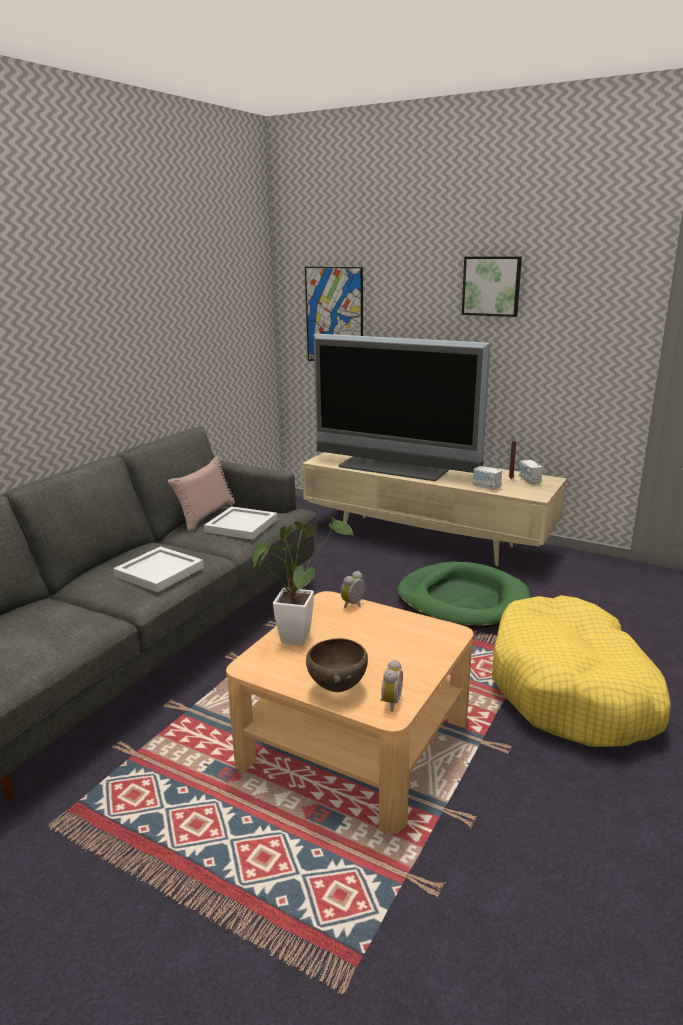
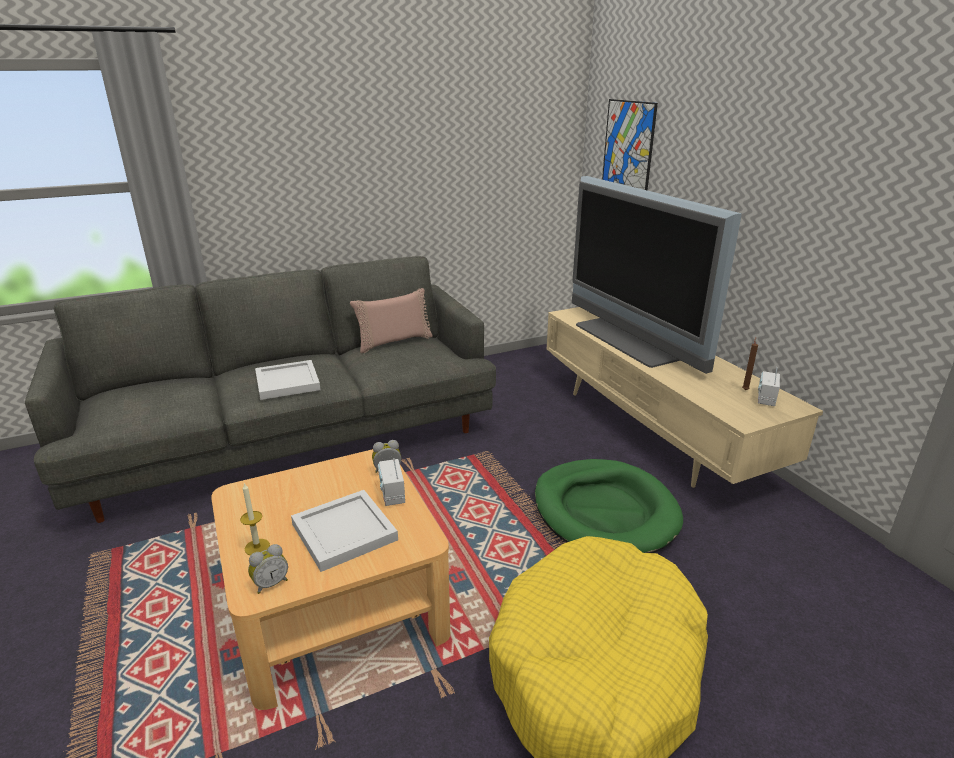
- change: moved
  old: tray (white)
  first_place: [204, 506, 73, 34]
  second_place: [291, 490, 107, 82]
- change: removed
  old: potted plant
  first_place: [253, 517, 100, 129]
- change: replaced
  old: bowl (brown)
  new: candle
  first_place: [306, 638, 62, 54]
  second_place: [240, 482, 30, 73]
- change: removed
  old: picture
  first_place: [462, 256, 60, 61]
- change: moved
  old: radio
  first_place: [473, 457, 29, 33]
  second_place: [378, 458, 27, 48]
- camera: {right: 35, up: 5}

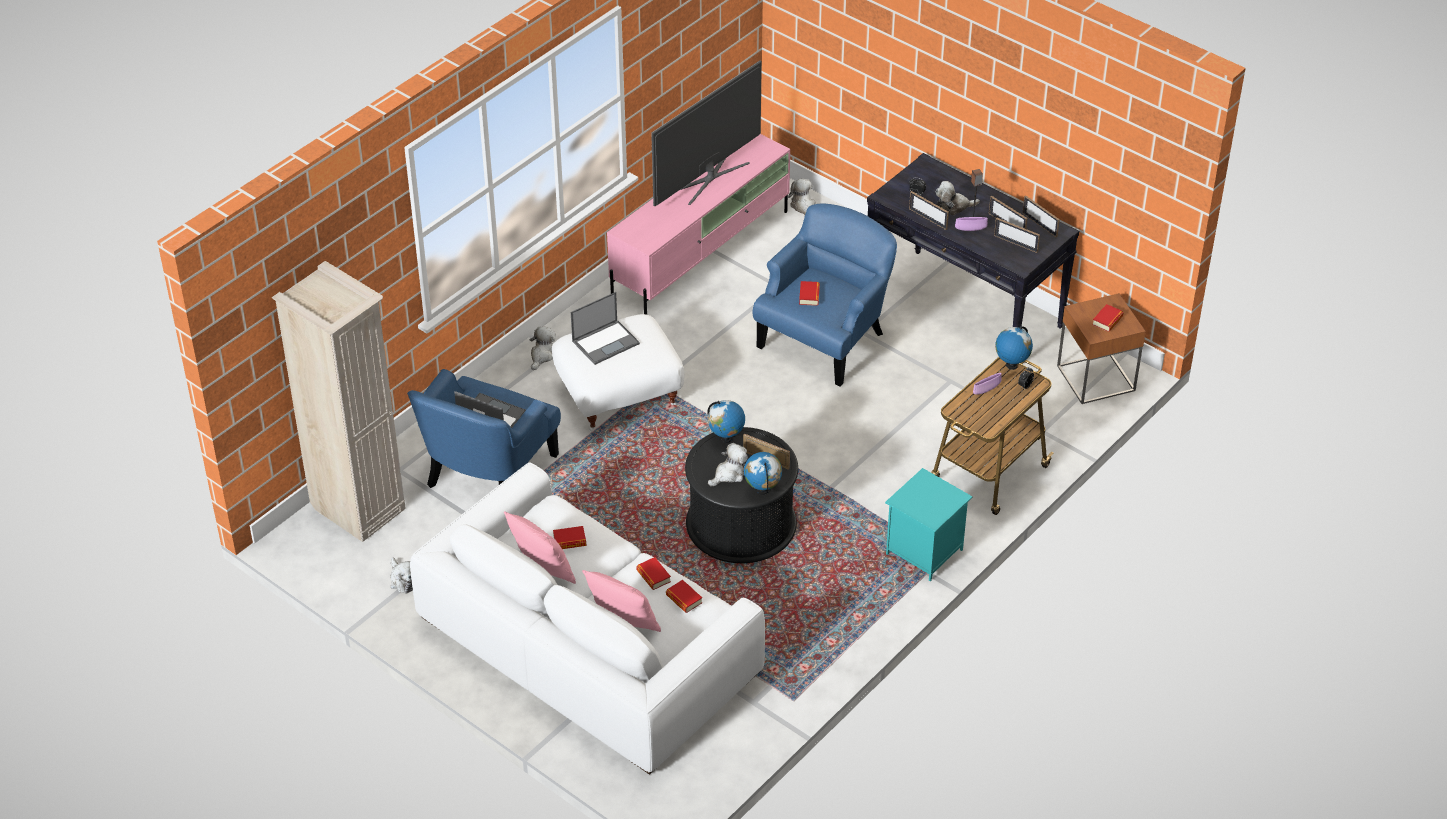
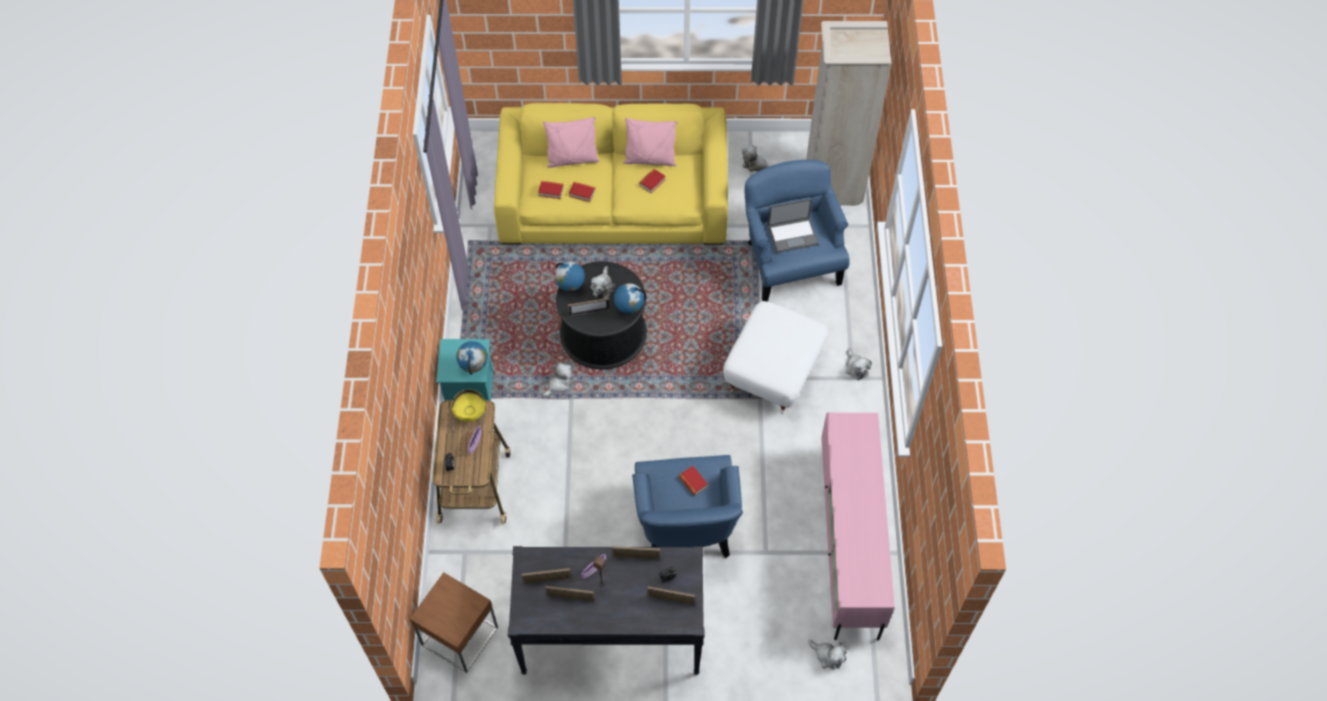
- change: recoloured
  old: sofa (white)
  new: sofa (yellow)
  first_place: [410, 462, 355, 313]
  second_place: [494, 103, 234, 142]
- change: removed
  old: laptop
  first_place: [571, 292, 69, 73]
- change: removed
  old: television
  first_place: [651, 60, 111, 146]
- change: moved
  old: plush toy
  first_place: [935, 181, 45, 34]
  second_place: [542, 362, 30, 35]
- change: moved
  old: globe
  first_place: [995, 326, 38, 44]
  second_place: [456, 341, 32, 34]
- change: moved
  old: picture frame
  first_place: [1022, 195, 38, 42]
  second_place: [647, 586, 49, 19]
- change: removed
  old: book
  first_place: [1092, 304, 32, 28]
- change: added
  new: bowl (yellow)
  second_place: [452, 389, 34, 33]
- camera: {right: 140, up: 15}

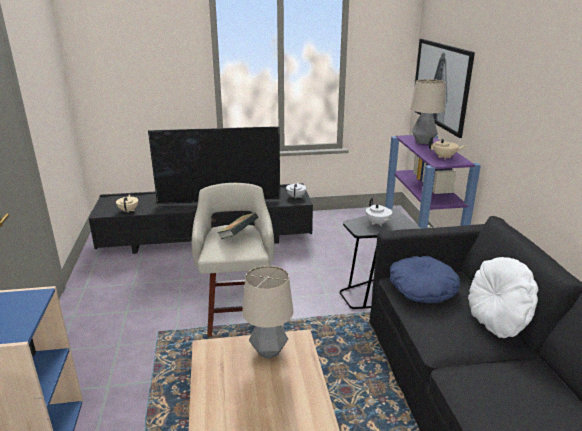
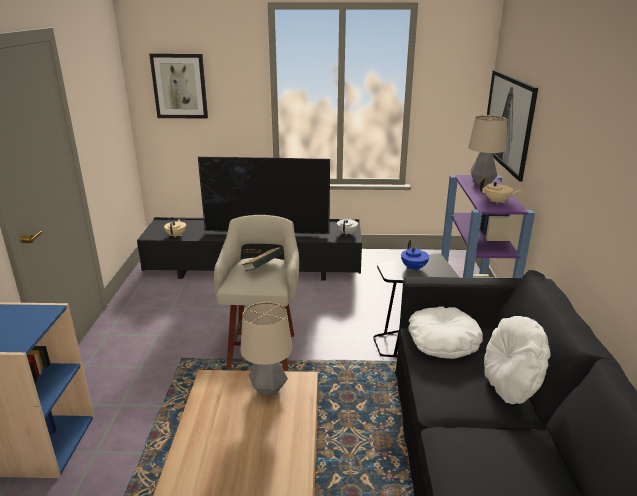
- change: recoloured
  old: teapot (white)
  new: teapot (blue)
  first_place: [366, 198, 26, 28]
  second_place: [401, 240, 28, 32]
- change: recoloured
  old: pillow (blue)
  new: pillow (white)
  first_place: [390, 256, 70, 47]
  second_place: [408, 306, 75, 53]
- change: added
  new: picture
  second_place: [149, 53, 59, 65]
- camera: {right: 10, up: 0}

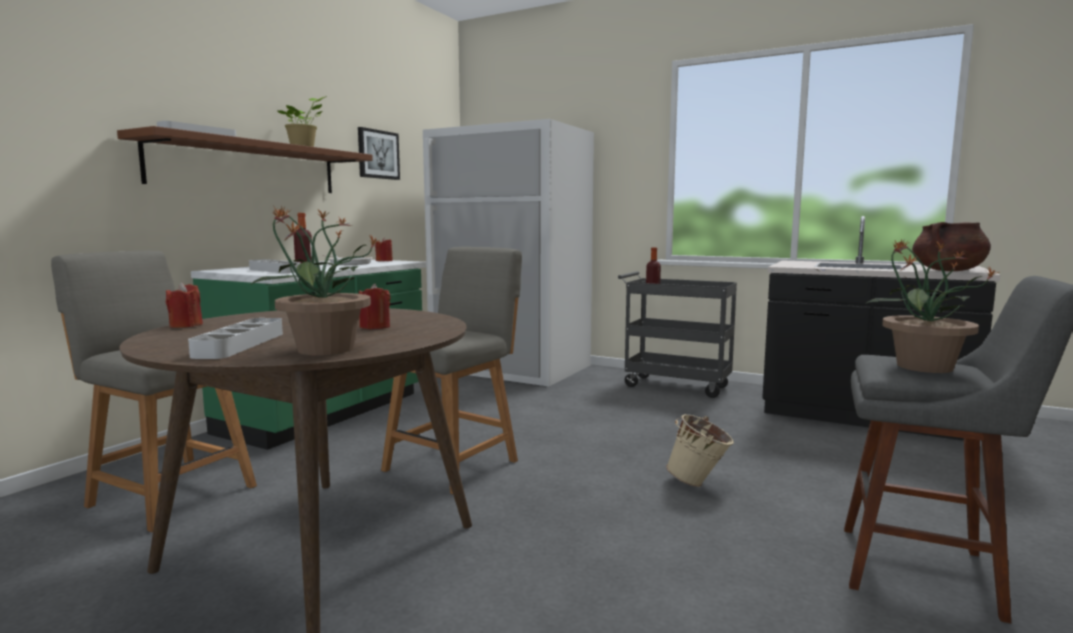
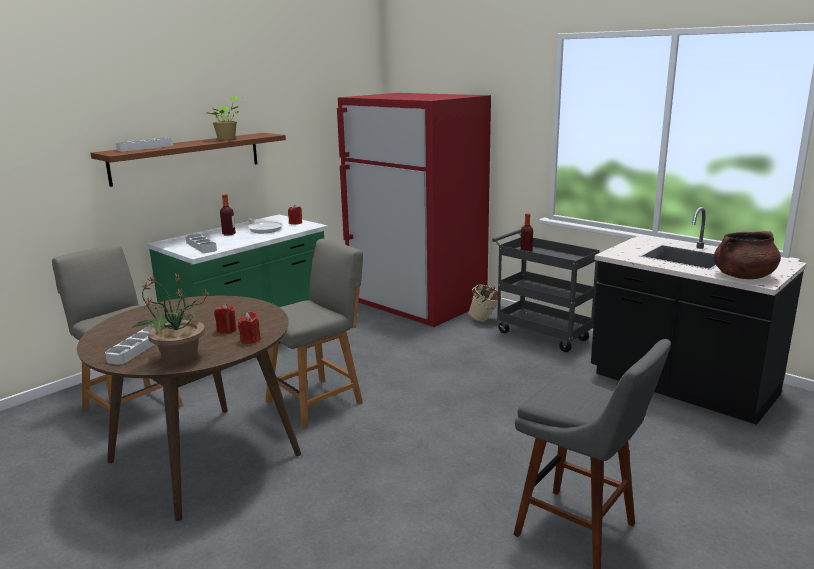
- change: moved
  old: candle (red)
  first_place: [166, 282, 37, 46]
  second_place: [238, 311, 23, 33]
- change: removed
  old: picture
  first_place: [358, 127, 42, 53]
- change: recoloured
  old: fridge (white)
  new: fridge (red)
  first_place: [423, 119, 171, 268]
  second_place: [337, 93, 154, 234]
- change: moved
  old: bucket (beige)
  first_place: [666, 414, 68, 73]
  second_place: [468, 285, 34, 37]
- change: removed
  old: potted plant
  first_place: [865, 240, 134, 133]
- camera: {right: 15, up: 10}

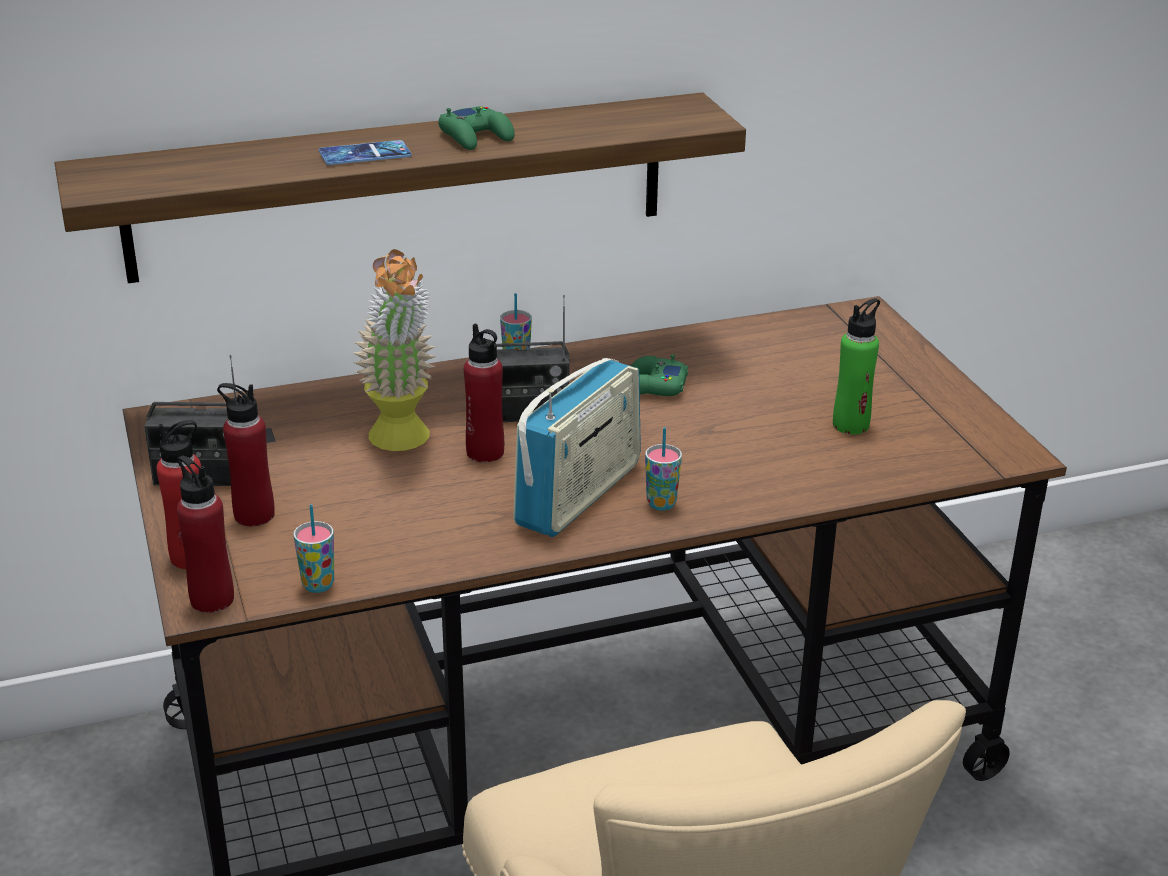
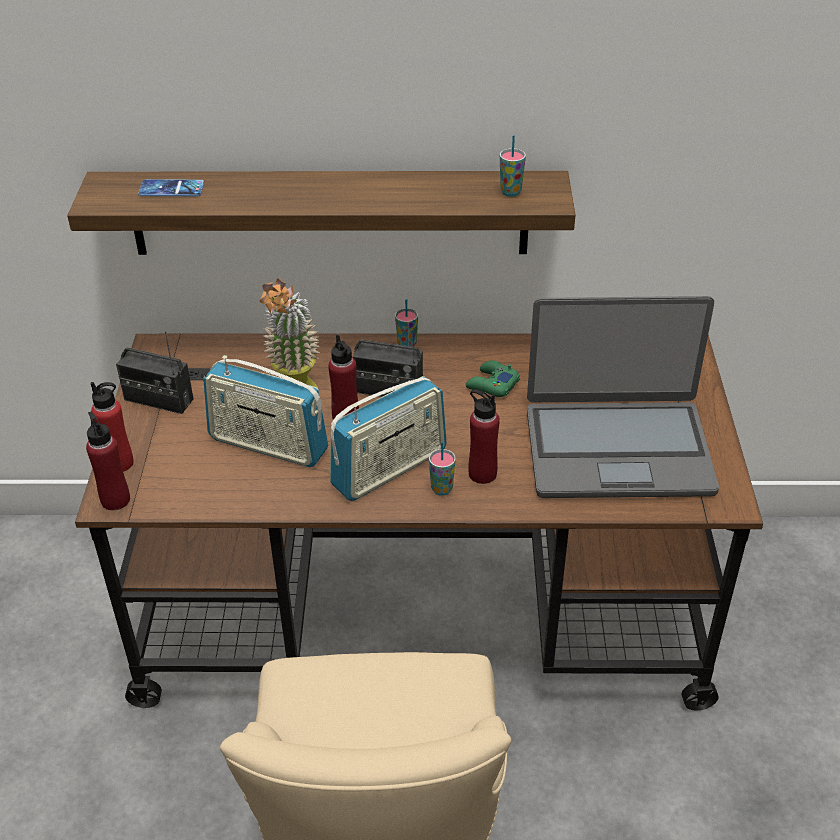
- change: moved
  old: bottle (red)
  first_place: [217, 383, 58, 143]
  second_place: [468, 389, 32, 95]
- change: moved
  old: cup
  first_place: [293, 505, 41, 88]
  second_place: [500, 135, 26, 62]
- change: moved
  old: phone
  first_place: [319, 140, 93, 25]
  second_place: [138, 179, 66, 17]
- change: removed
  old: game controller (green)
  first_place: [439, 107, 76, 43]
- change: replaced
  old: bottle (green)
  new: laptop
  first_place: [833, 298, 47, 136]
  second_place: [527, 296, 192, 202]
- change: added
  new: radio
  second_place: [203, 355, 126, 112]
- camera: {right: 20, up: 10}

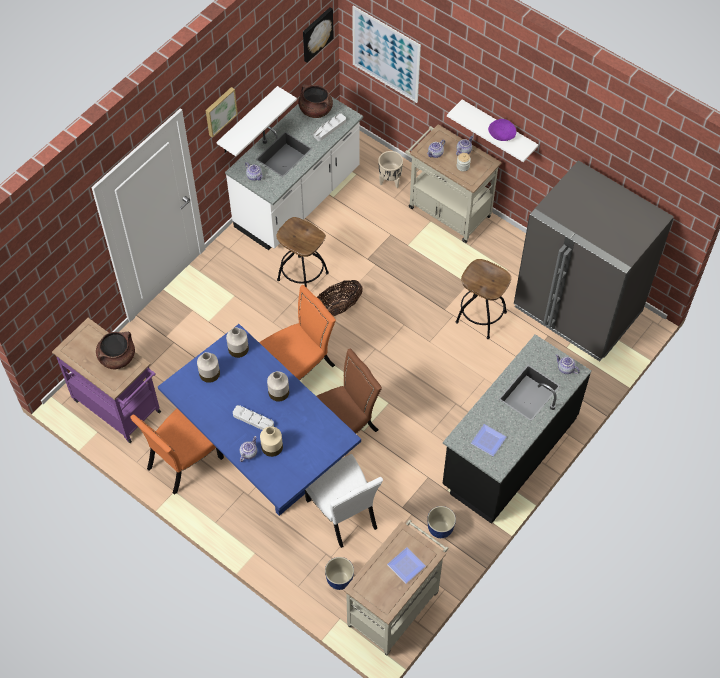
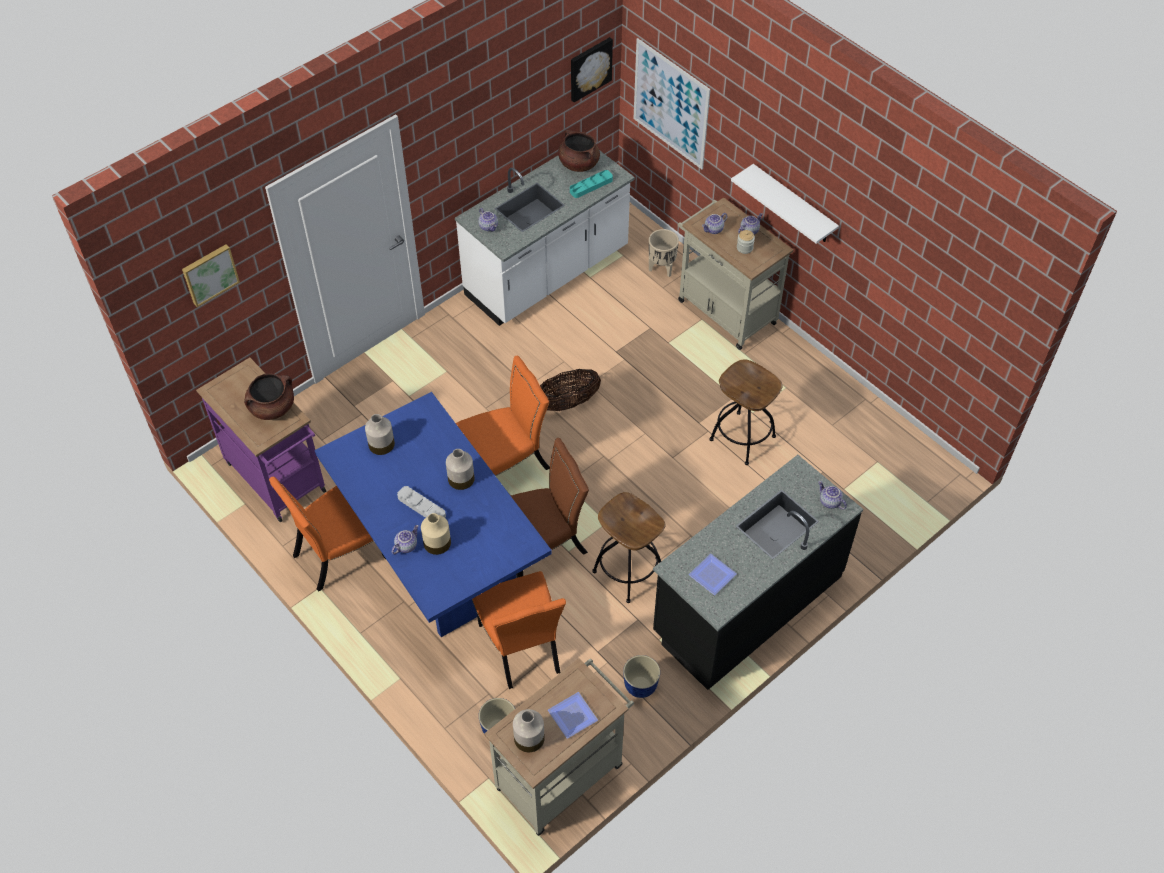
- change: moved
  old: picture
  first_place: [206, 87, 32, 51]
  second_place: [182, 244, 58, 63]
- change: removed
  old: shelf (white)
  first_place: [216, 86, 81, 70]
- change: moved
  old: vase (beige)
  first_place: [226, 327, 23, 31]
  second_place: [513, 709, 32, 43]
- change: moved
  old: stool (brown)
  first_place: [276, 217, 53, 71]
  second_place: [592, 492, 73, 111]
- change: recoloured
  old: chair (white)
  new: chair (orange)
  first_place: [305, 454, 78, 94]
  second_place: [472, 571, 94, 118]
- change: recoloured
  old: tray (grey)
  new: tray (turquoise)
  first_place: [313, 113, 33, 28]
  second_place: [570, 170, 43, 28]
- change: removed
  old: bowl (purple)
  first_place: [488, 119, 28, 22]
- change: removed
  old: fridge (grey)
  first_place: [514, 160, 160, 201]
- camera: {right: 10, up: -5}

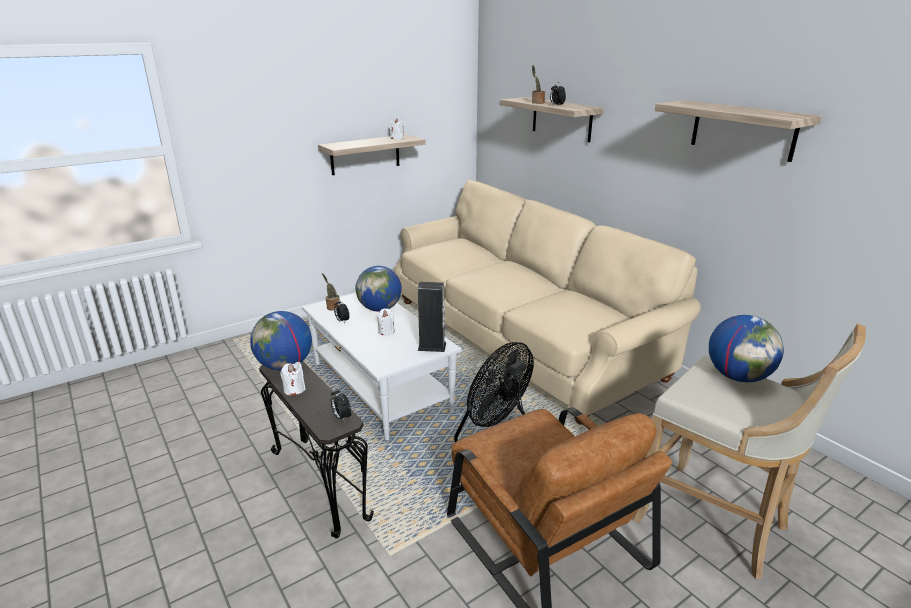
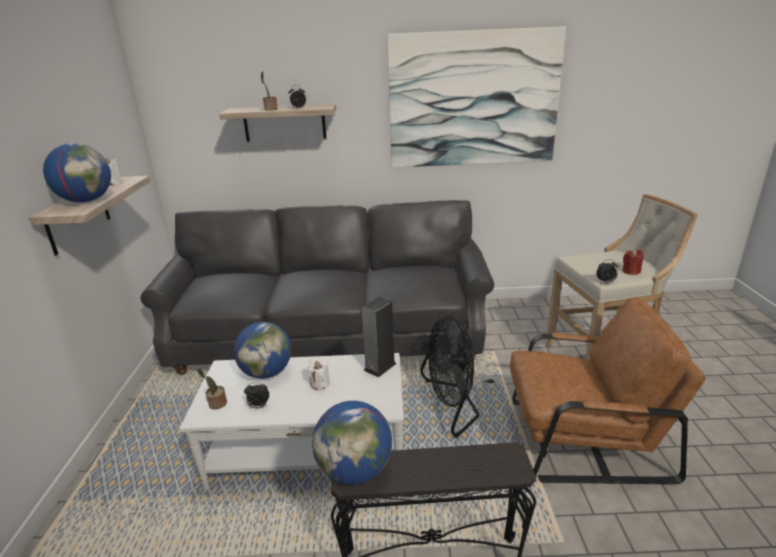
- change: removed
  old: candle (white)
  first_place: [280, 362, 26, 34]
- change: moved
  old: alarm clock
  first_place: [331, 388, 21, 34]
  second_place: [596, 260, 22, 23]
- change: recoloured
  old: sofa (beige)
  new: sofa (black)
  first_place: [394, 180, 307, 245]
  second_place: [141, 200, 353, 175]
- change: replaced
  old: shelf
  new: picture
  first_place: [655, 100, 167, 62]
  second_place: [387, 26, 179, 142]
- change: moved
  old: globe
  first_place: [709, 315, 75, 67]
  second_place: [43, 143, 68, 60]
- change: added
  new: candle (red)
  second_place: [622, 249, 22, 26]
- camera: {right: -55, up: 0}

